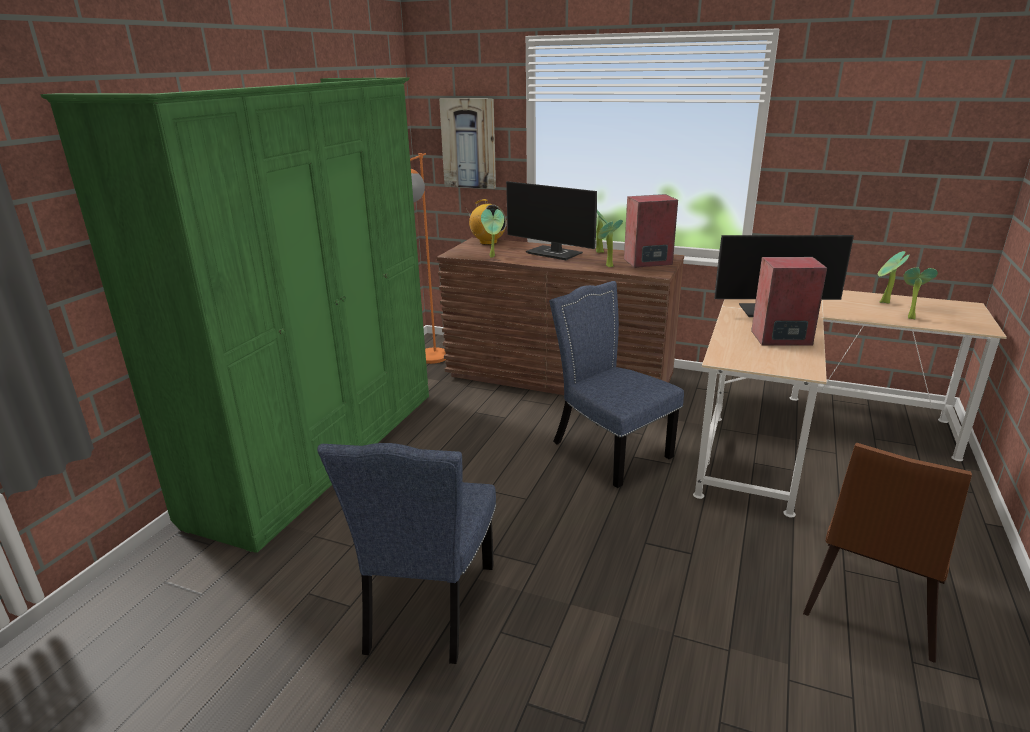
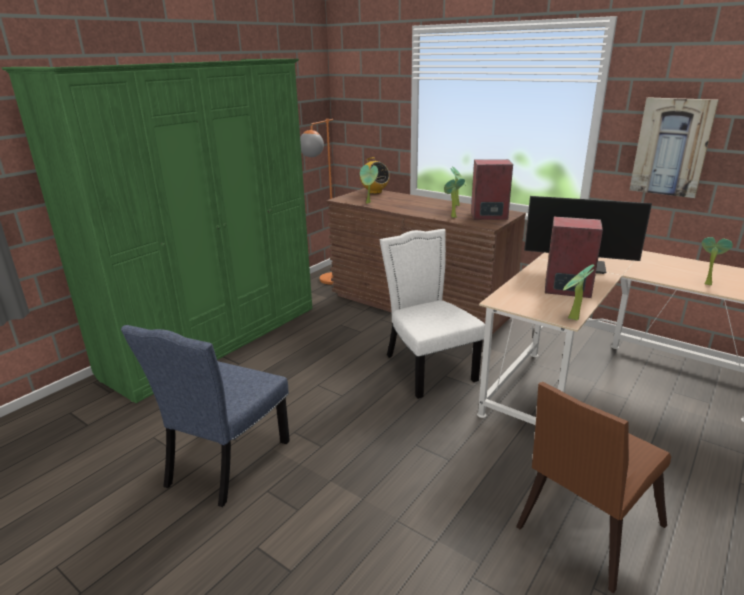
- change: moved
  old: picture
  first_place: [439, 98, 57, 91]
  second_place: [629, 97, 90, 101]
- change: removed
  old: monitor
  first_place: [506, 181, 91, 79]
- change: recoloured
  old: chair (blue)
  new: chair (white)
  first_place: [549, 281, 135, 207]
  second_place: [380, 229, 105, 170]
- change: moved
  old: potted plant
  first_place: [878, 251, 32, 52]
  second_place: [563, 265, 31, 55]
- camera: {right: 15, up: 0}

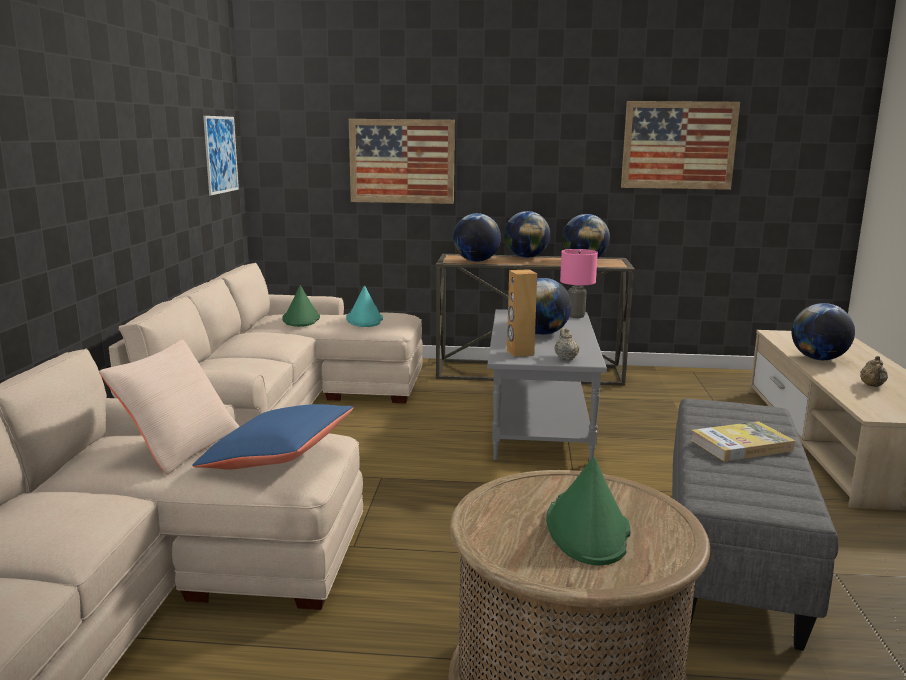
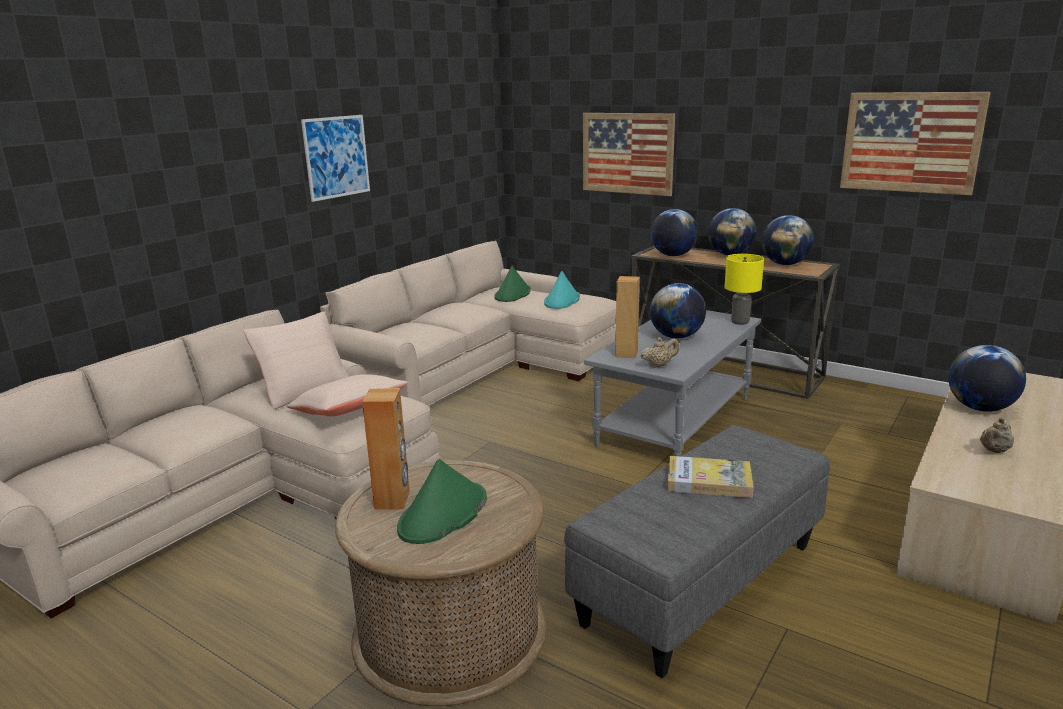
- change: recoloured
  old: pillow (blue)
  new: pillow (beige)
  first_place: [192, 404, 162, 65]
  second_place: [287, 374, 121, 42]
- change: moved
  old: picture
  first_place: [203, 116, 36, 79]
  second_place: [301, 115, 69, 87]
- change: turned
  old: teapot (beige)
  first_place: [554, 328, 25, 32]
  second_place: [641, 337, 38, 31]
  degrees: 45
- change: recoloured
  old: table lamp (pink)
  new: table lamp (yellow)
  first_place: [560, 249, 38, 69]
  second_place: [724, 254, 40, 71]
- change: added
  new: speaker (brown)
  second_place: [362, 388, 48, 121]
- camera: {right: 30, up: 5}

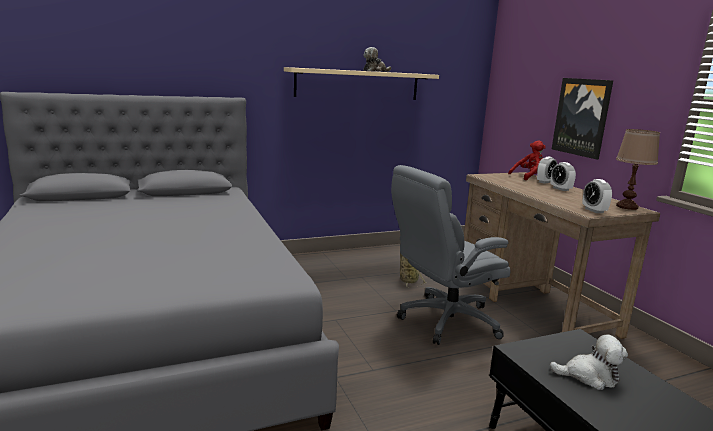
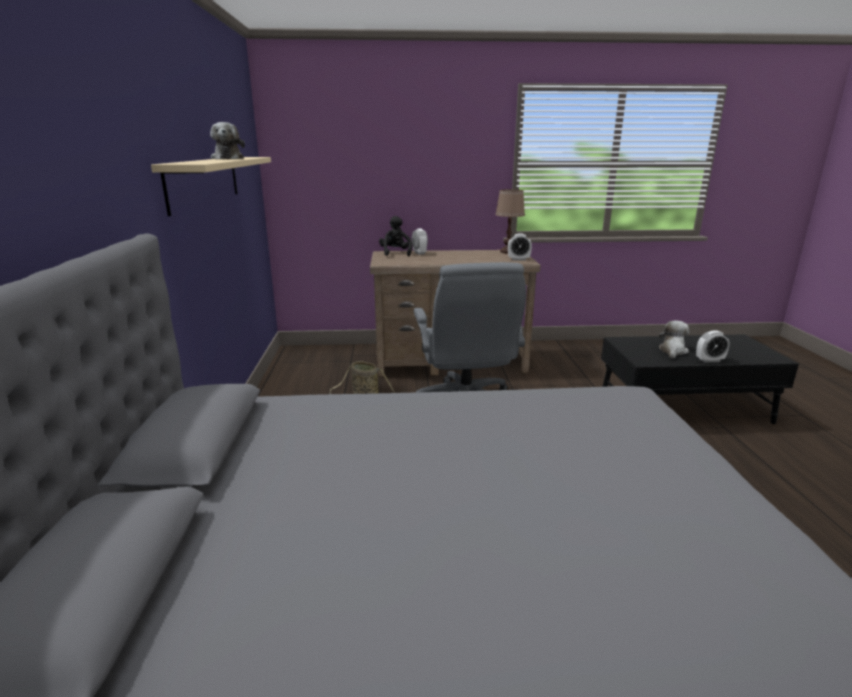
- change: recoloured
  old: plush toy (red)
  new: plush toy (black)
  first_place: [508, 140, 38, 40]
  second_place: [379, 216, 33, 40]
- change: moved
  old: alarm clock
  first_place: [551, 162, 25, 29]
  second_place: [696, 330, 34, 33]
- change: removed
  old: picture
  first_place: [552, 78, 61, 82]
- camera: {right: -70, up: 5}

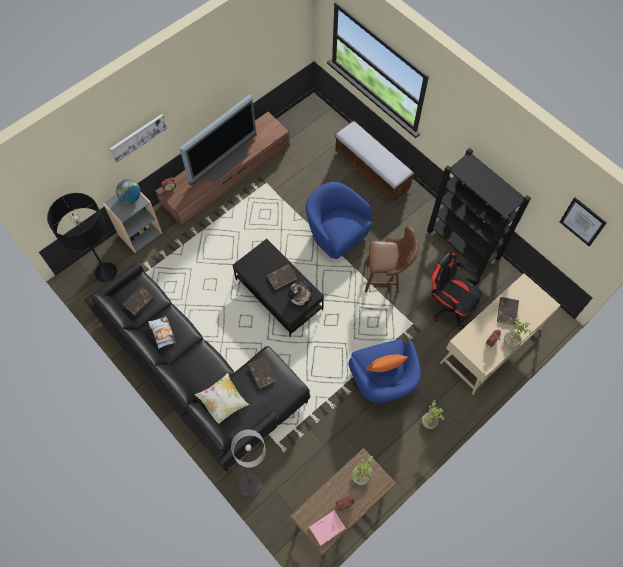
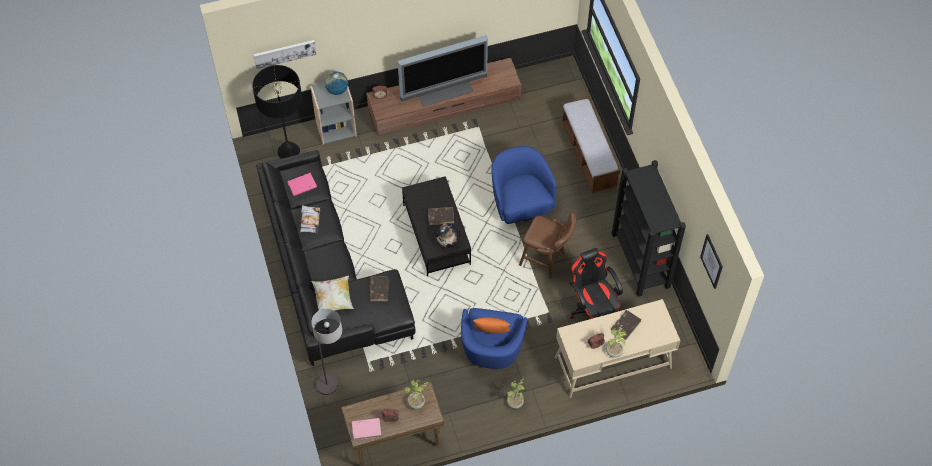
- change: moved
  old: picture
  first_place: [110, 114, 57, 49]
  second_place: [253, 40, 63, 29]
- change: recoloured
  old: book (brown)
  new: book (pink)
  first_place: [123, 287, 31, 29]
  second_place: [287, 173, 30, 23]
- camera: {right: 25, up: -5}

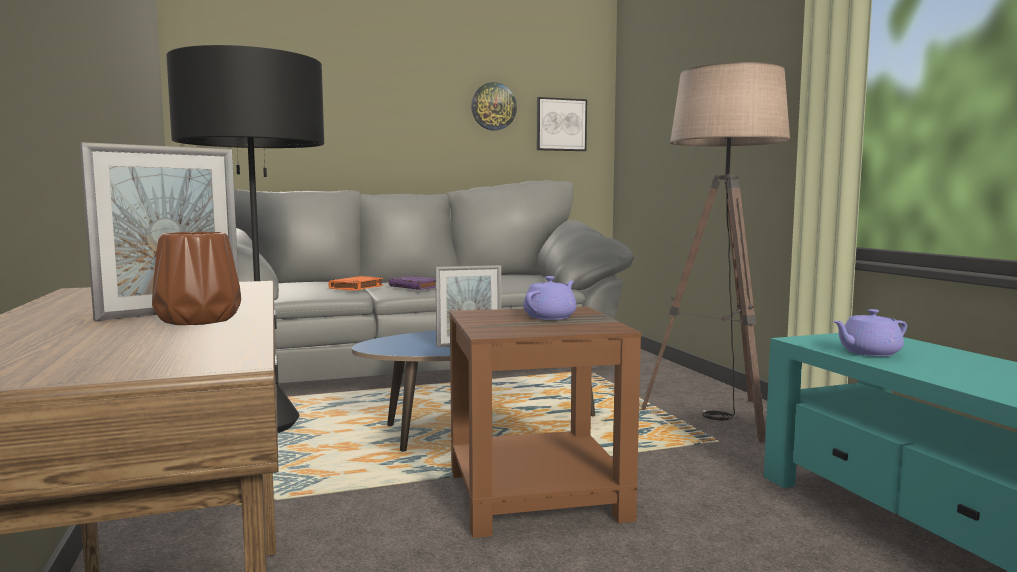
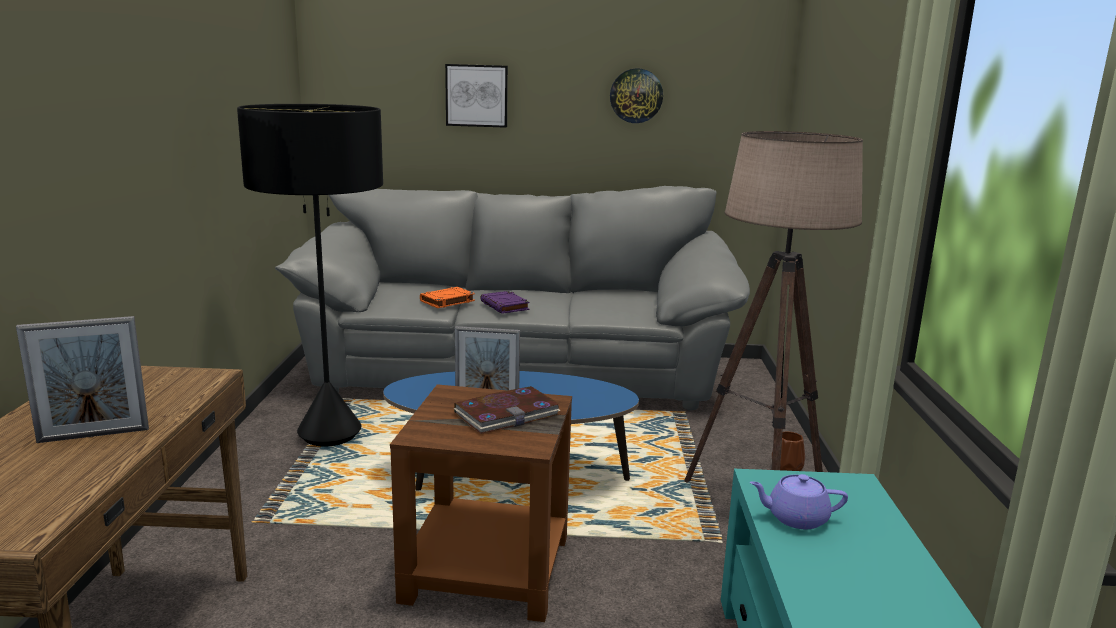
- change: moved
  old: vase (brown)
  first_place: [152, 232, 89, 93]
  second_place: [772, 431, 33, 40]
- change: replaced
  old: teapot (purple)
  new: book
  first_place: [523, 276, 53, 44]
  second_place: [453, 386, 108, 48]
- change: moved
  old: picture
  first_place: [537, 97, 50, 54]
  second_place: [445, 64, 63, 64]
- camera: {right: 20, up: 10}

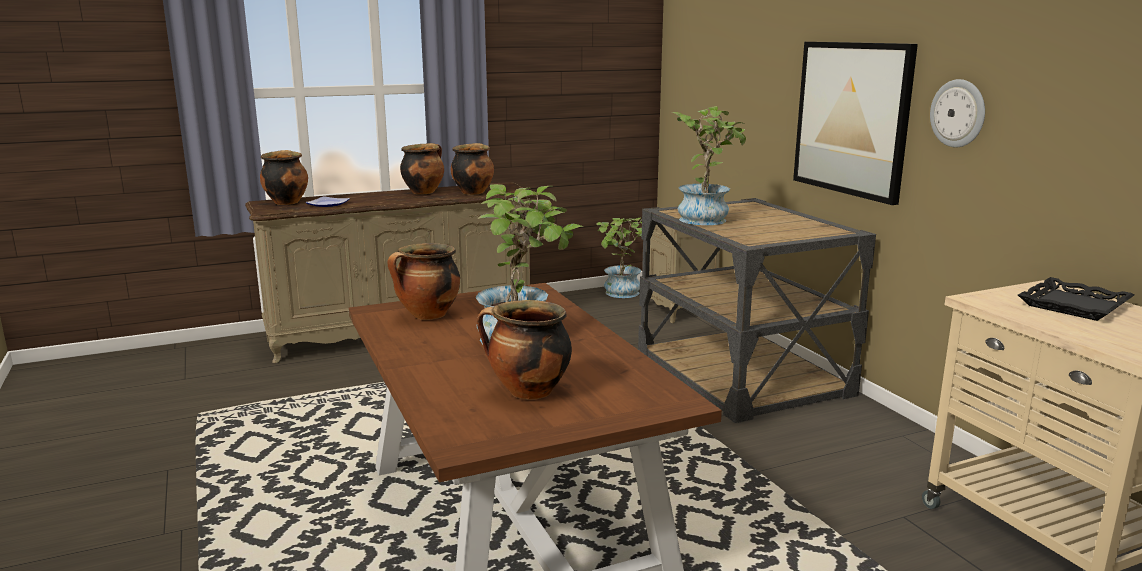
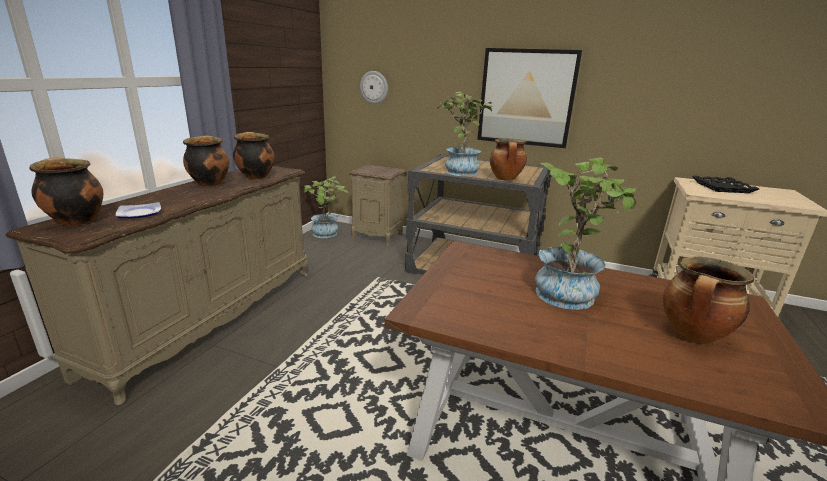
- change: moved
  old: cooking pot
  first_place: [387, 243, 73, 77]
  second_place: [490, 138, 37, 43]
- change: moved
  old: wall clock
  first_place: [930, 79, 55, 69]
  second_place: [360, 71, 28, 33]
- camera: {right: -45, up: 5}

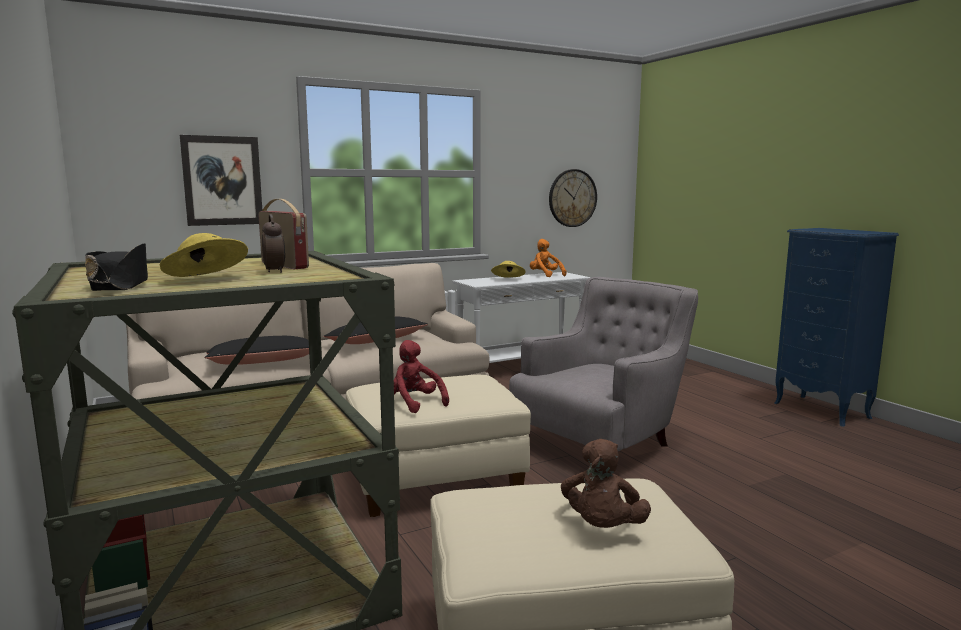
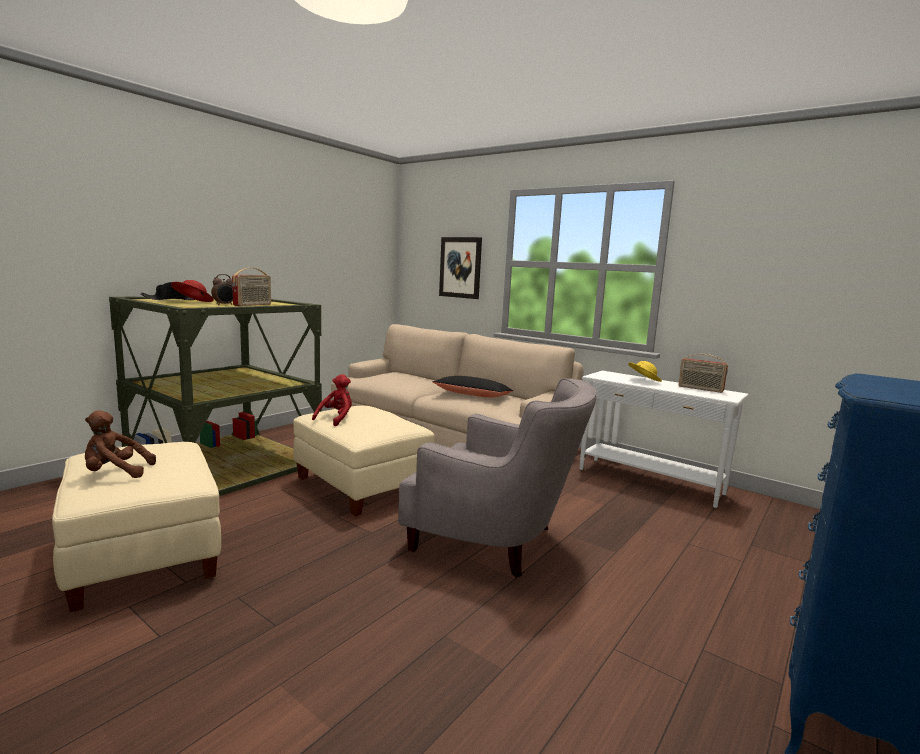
- change: recoloured
  old: hat (yellow)
  new: hat (red)
  first_place: [160, 233, 88, 44]
  second_place: [171, 280, 43, 22]
- change: removed
  old: pillow (black)
  first_place: [205, 336, 104, 29]
- change: replaced
  old: plush toy (orange)
  new: radio
  first_place: [530, 239, 37, 38]
  second_place: [678, 354, 50, 39]
- change: removed
  old: wall clock
  first_place: [549, 169, 48, 58]
- camera: {right: 65, up: 0}

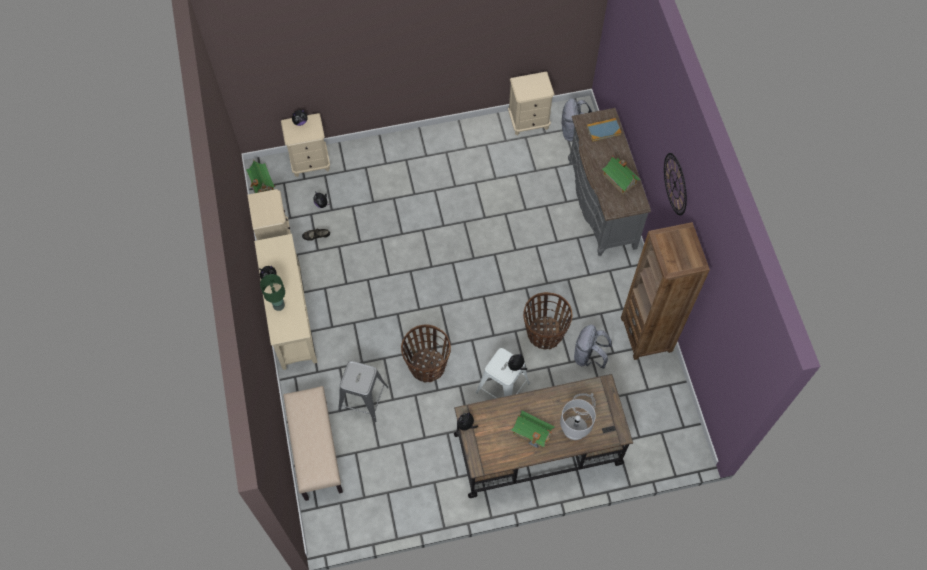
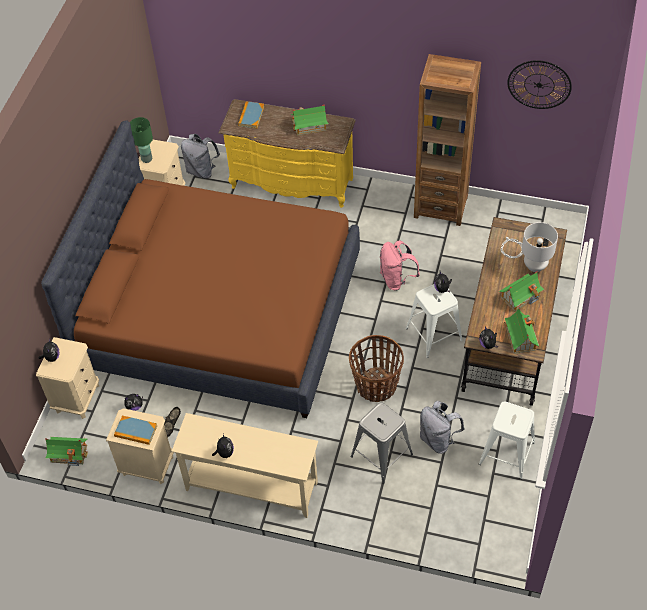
- change: moved
  old: table lamp (green)
  first_place: [260, 274, 25, 37]
  second_place: [130, 117, 23, 46]
- change: removed
  old: bench (beige)
  first_place: [283, 386, 60, 115]
- change: replaced
  old: basket
  new: backpack (pink)
  first_place: [523, 292, 49, 57]
  second_place: [380, 241, 40, 49]
- change: recoloured
  old: dresser (grey)
  new: dresser (yellow)
  first_place: [568, 108, 83, 148]
  second_place: [218, 99, 138, 109]
- change: moved
  old: backpack (grey)
  first_place: [574, 325, 38, 44]
  second_place: [420, 401, 45, 53]
- change: moved
  old: wall clock
  first_place: [664, 153, 23, 62]
  second_place: [508, 60, 64, 49]
- change: added
  new: bed (brown)
  second_place: [41, 120, 319, 298]
- change: added
  new: book
  second_place: [114, 415, 43, 30]
- change: added
  new: stool (white)
  second_place: [479, 402, 56, 77]
- change: added
  new: toy house
  second_place: [504, 308, 35, 46]
- camera: {right: -60, up: -10}

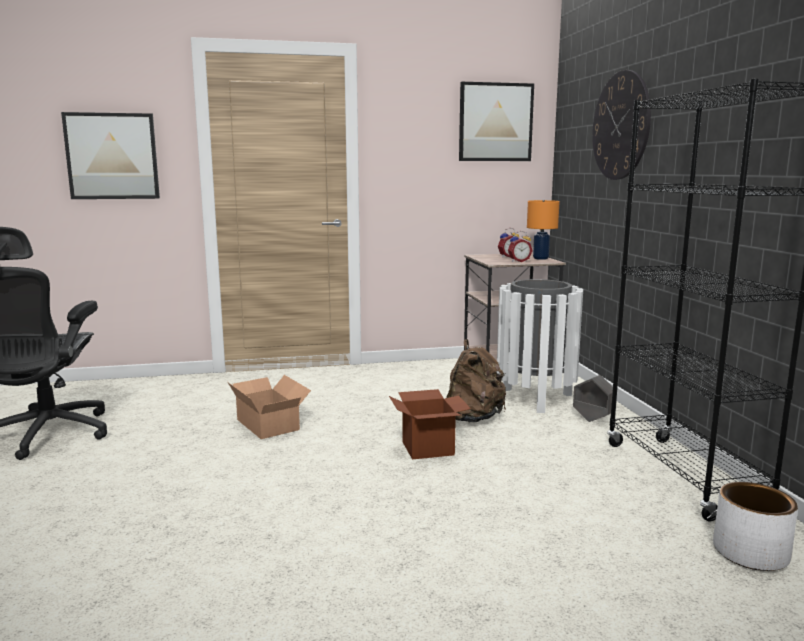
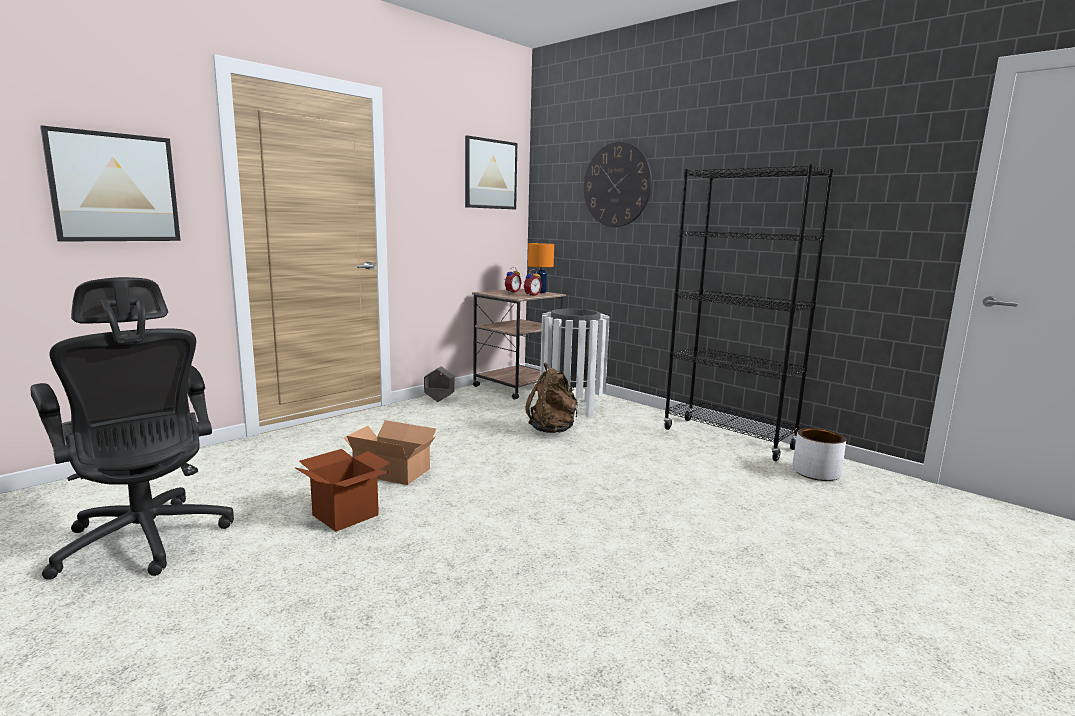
- change: moved
  old: cardboard box
  first_place: [389, 389, 82, 71]
  second_place: [294, 449, 97, 83]
- change: moved
  old: planter (grey)
  first_place: [573, 375, 40, 47]
  second_place: [424, 366, 31, 36]
- camera: {right: -35, up: 0}

